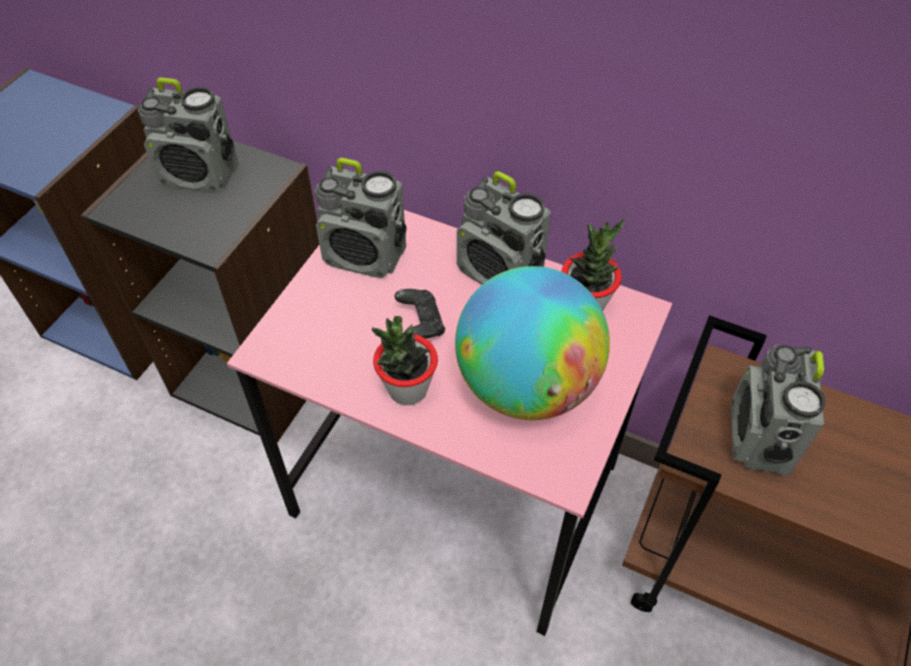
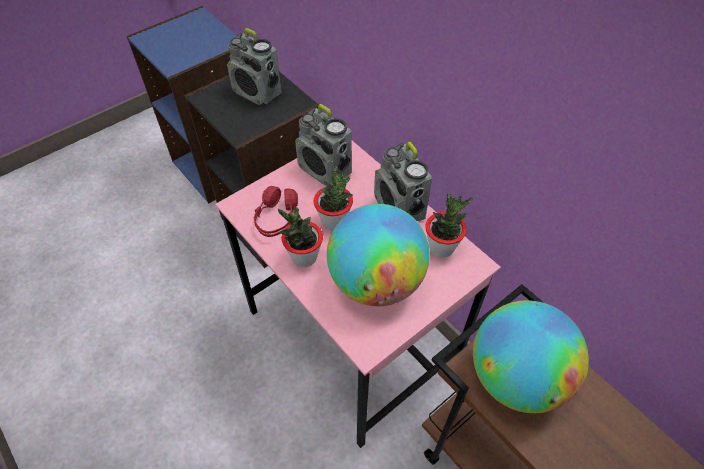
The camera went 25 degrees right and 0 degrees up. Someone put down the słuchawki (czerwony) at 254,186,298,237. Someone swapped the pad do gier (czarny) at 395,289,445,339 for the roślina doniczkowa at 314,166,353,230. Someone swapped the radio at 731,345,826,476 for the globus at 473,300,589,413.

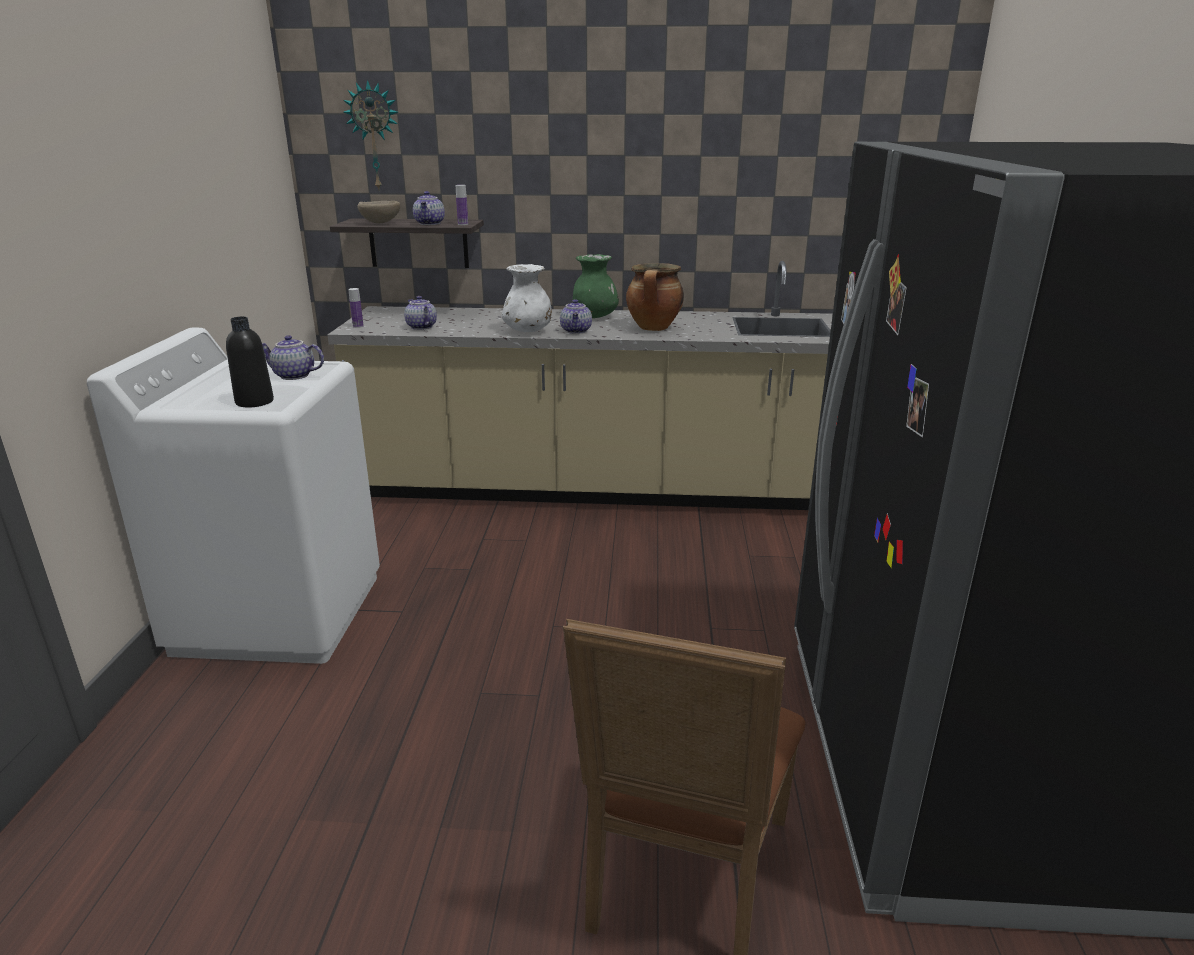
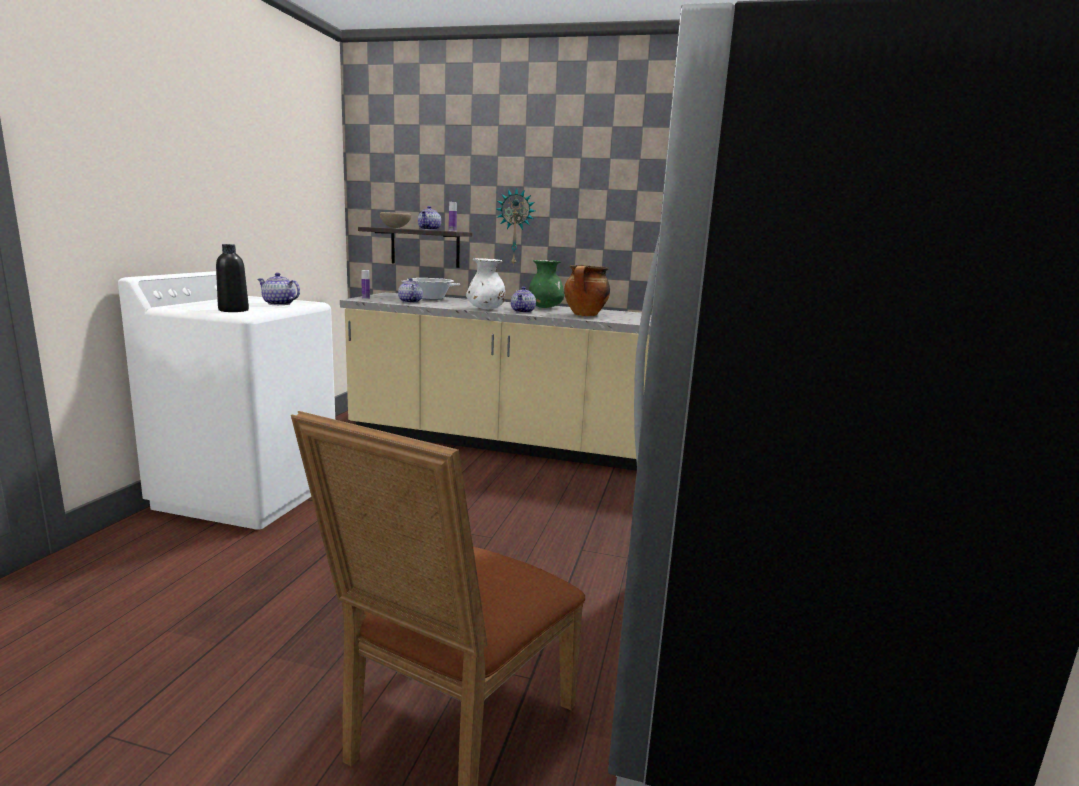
The camera went 10 degrees right and 10 degrees down. Someone put down the garnek at 401,278,460,300. Someone carried the zegar ścienny from 343,80,398,189 to 496,188,535,266.

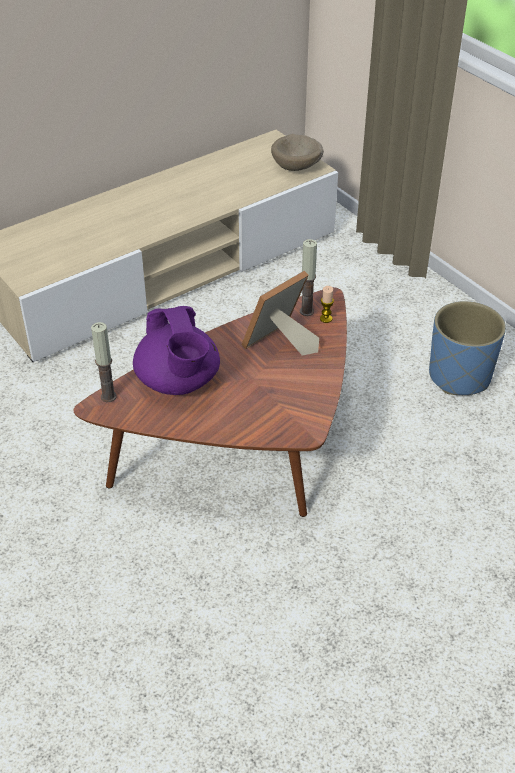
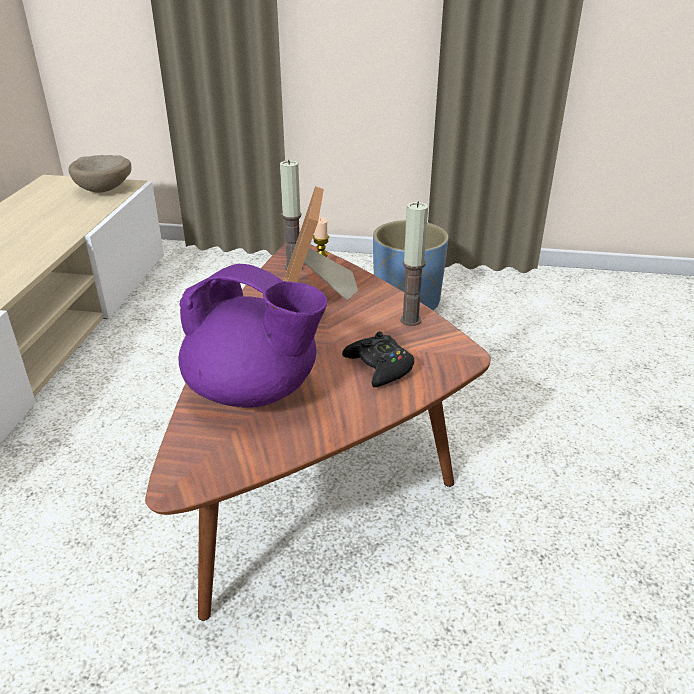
The camera went 45 degrees left and 10 degrees down. Someone put down the pad do gier (czarny) at 342,331,414,387. Someone carried the świeca from 91,322,117,402 to 400,202,428,326.

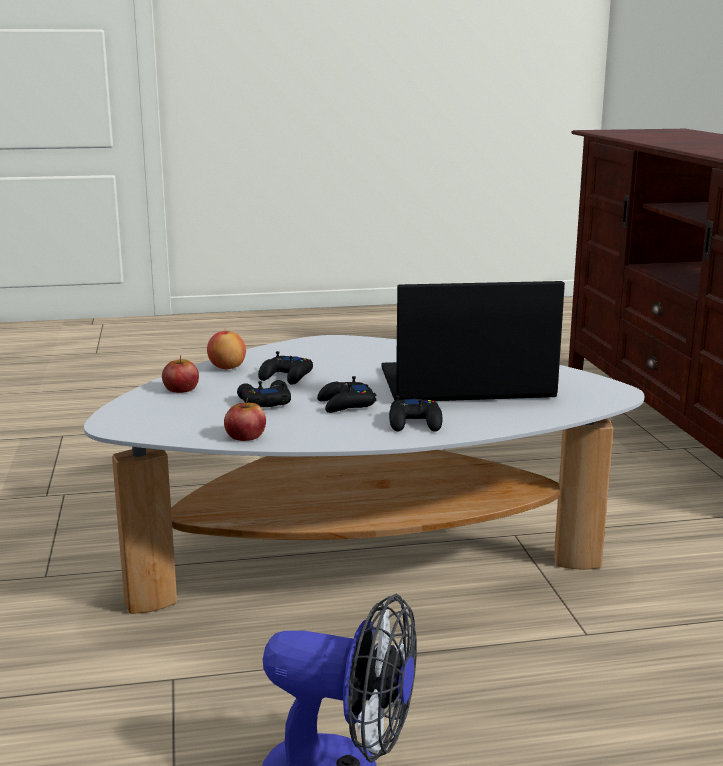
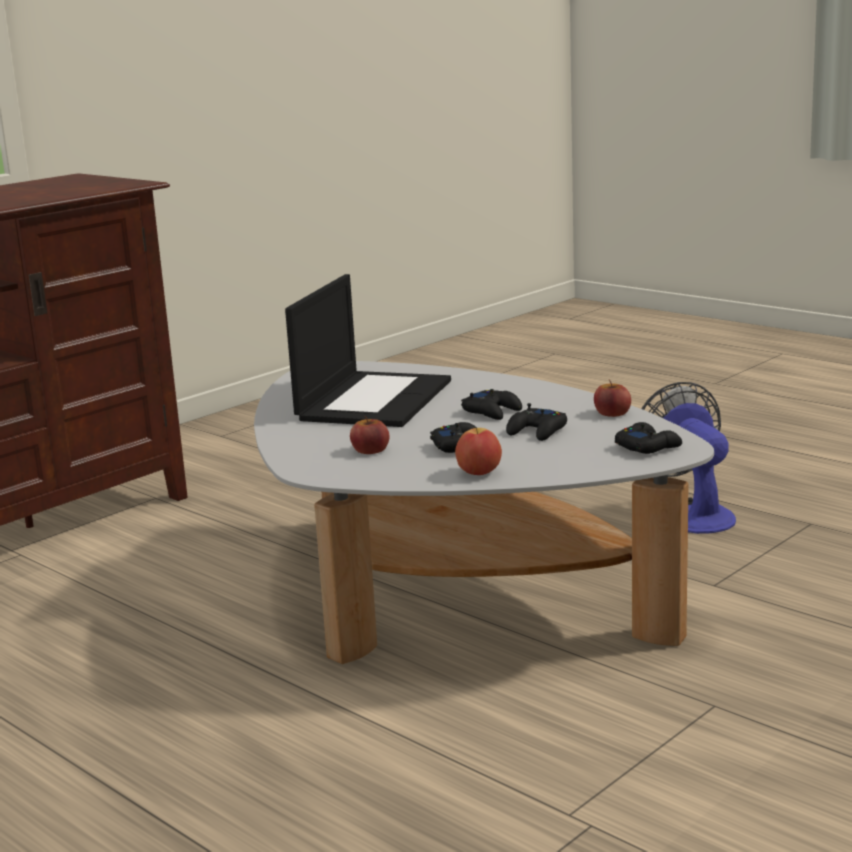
The camera went 125 degrees left and 0 degrees up. Someone rotated the laptop at 382,281,565,401 by 120 degrees counterclockwise. Someone carried the jabłko from 162,355,199,393 to 350,416,389,454. Someone carried the pad do gier (czarny) from 389,395,442,432 to 615,422,682,454.

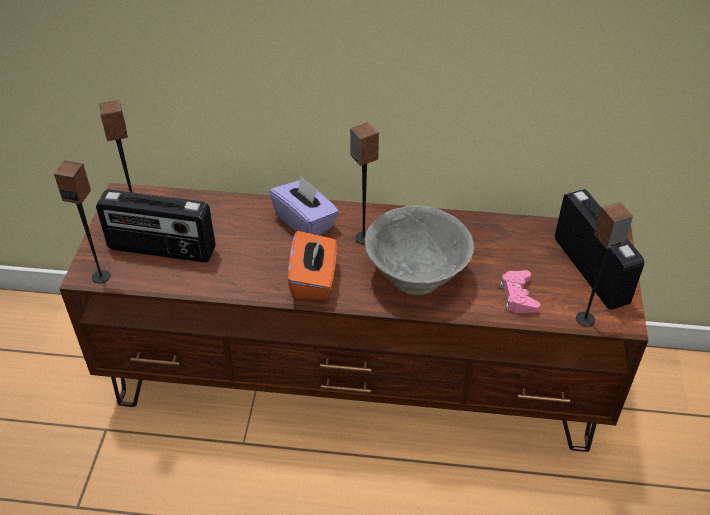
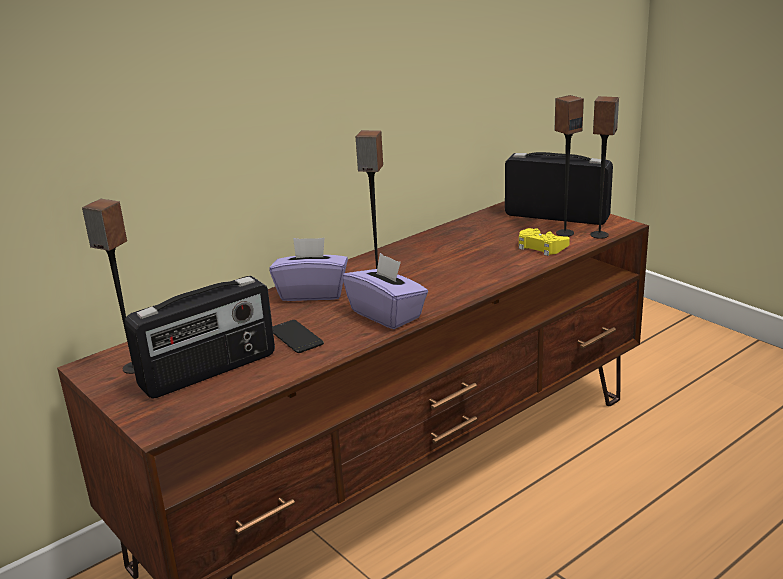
The camera went 45 degrees left and 20 degrees down. Someone put down the telefon at 272,320,324,353. Someone repainted the pudełko chusteczek (pomarańczowy) at 288,231,337,300, which became the pudełko chusteczek (fioletowy) at 342,253,428,329. Someone repainted the pad do gier (różowy) at 500,270,540,313, which became the pad do gier (żółty) at 519,228,570,256. Someone carried the głośnik from 54,160,111,283 to 555,95,584,237. Someone took away the miska (szary) at 365,205,474,295.

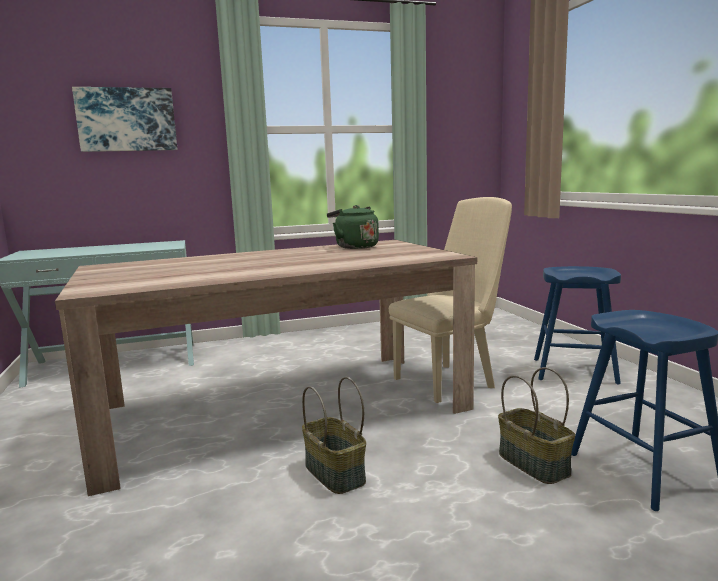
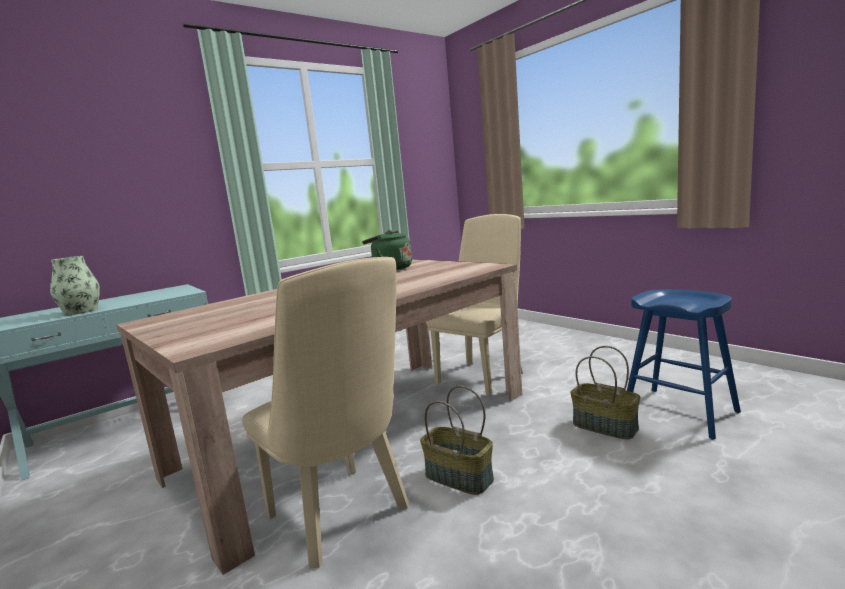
The camera went 20 degrees left and 0 degrees up. Someone put down the wazon at 50,256,100,315. Someone put down the krzesło (beżowy) at 242,257,409,568. Someone took away the obraz at 72,87,177,152. Someone took away the stołek (niebieski) at 534,266,621,384.

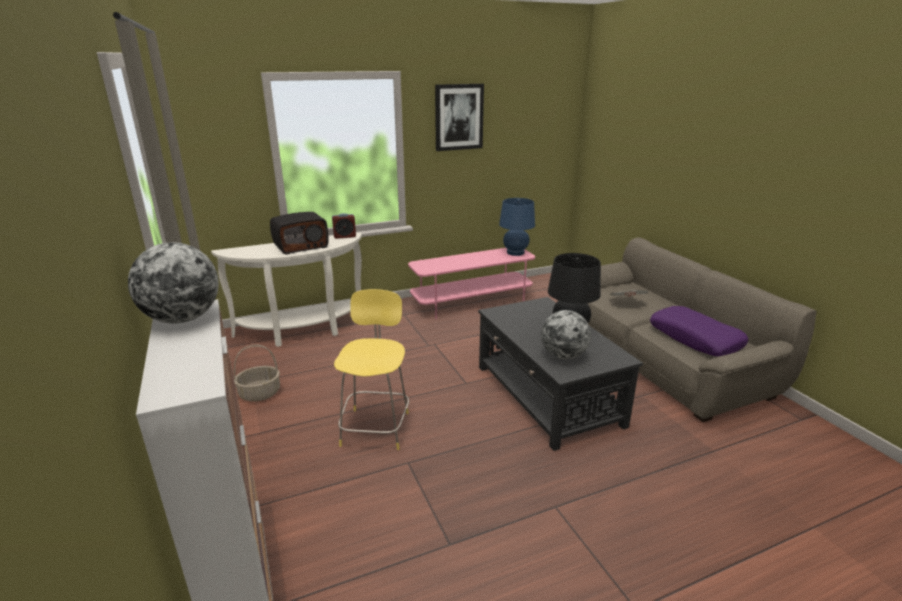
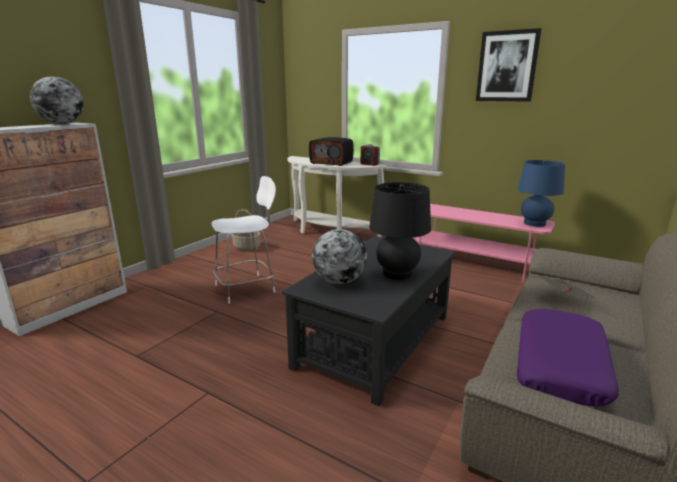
The camera went 55 degrees right and 5 degrees down. Someone repainted the stołek (żółty) at 334,289,409,450, which became the stołek (biały) at 212,176,276,304.

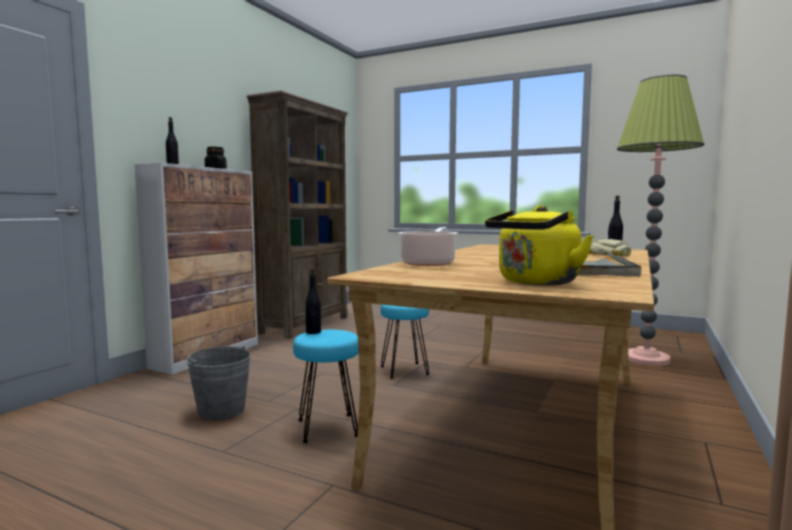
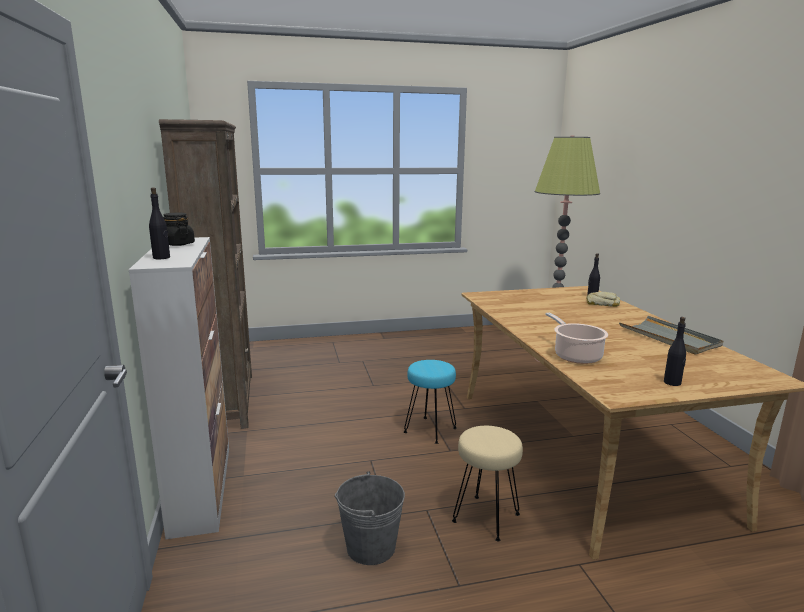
The camera went 40 degrees left and 10 degrees up. Someone repainted the stołek (turkusowy) at 293,330,359,443, which became the stołek (beżowy) at 452,426,523,541. Someone carried the butelka (czarny) from 305,268,321,334 to 664,317,686,386. Someone took away the czajnik (żółty) at 485,205,593,285.

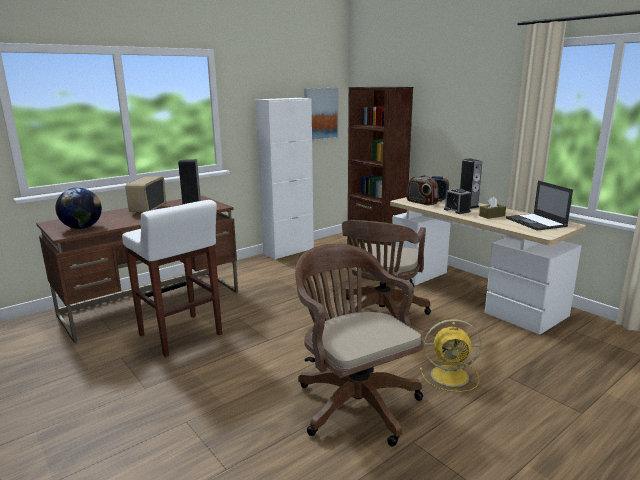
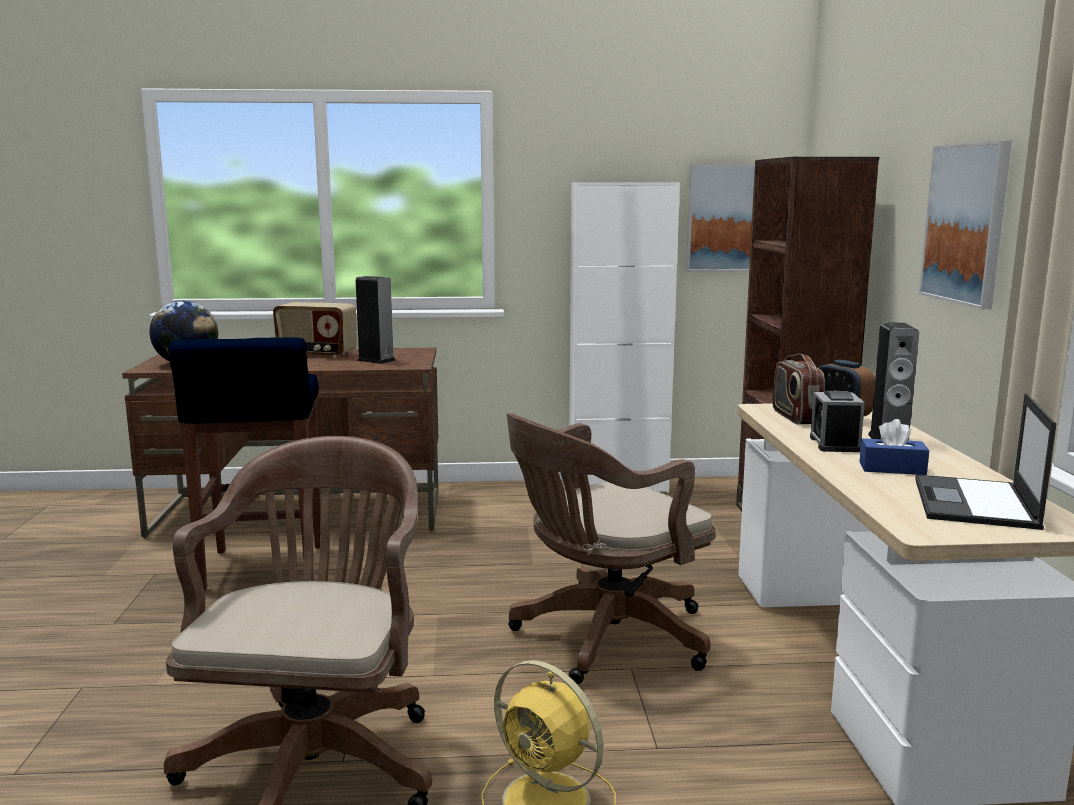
The camera went 35 degrees right and 5 degrees down. Someone repainted the stołek (biały) at 122,200,222,357, which became the stołek (niebieski) at 168,337,321,591. Someone rotated the radio at 125,176,166,213 by 120 degrees counterclockwise. Someone repainted the pudełko chusteczek (brązowy) at 479,197,506,219, which became the pudełko chusteczek (niebieski) at 860,419,929,475. Someone put up the obraz at 919,141,1012,309.

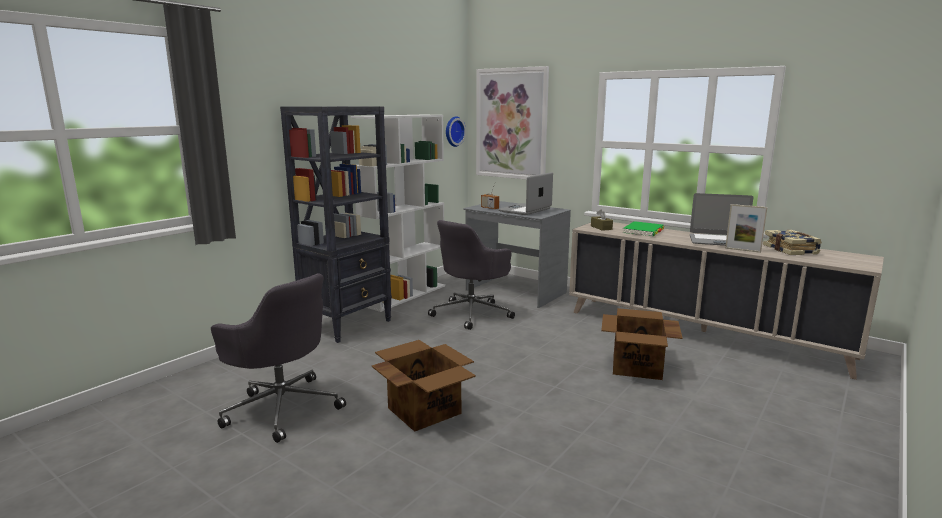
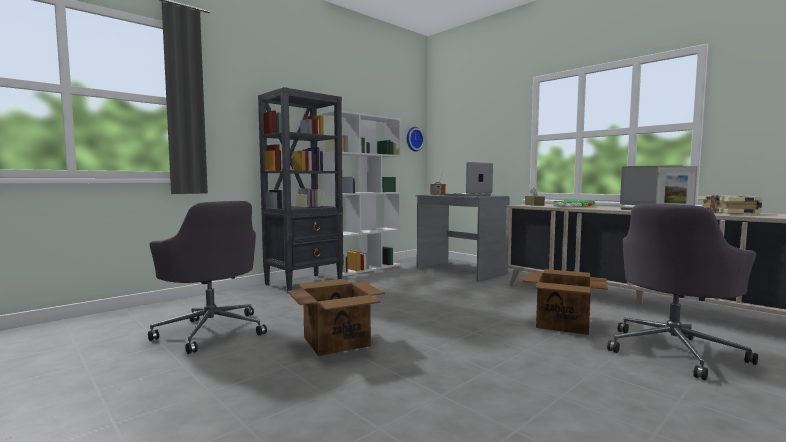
The camera went 10 degrees right and 10 degrees down. Someone carried the krzesło biurowe (szary) from 428,220,515,330 to 607,204,758,380. Someone took away the obraz at 476,66,549,180.

